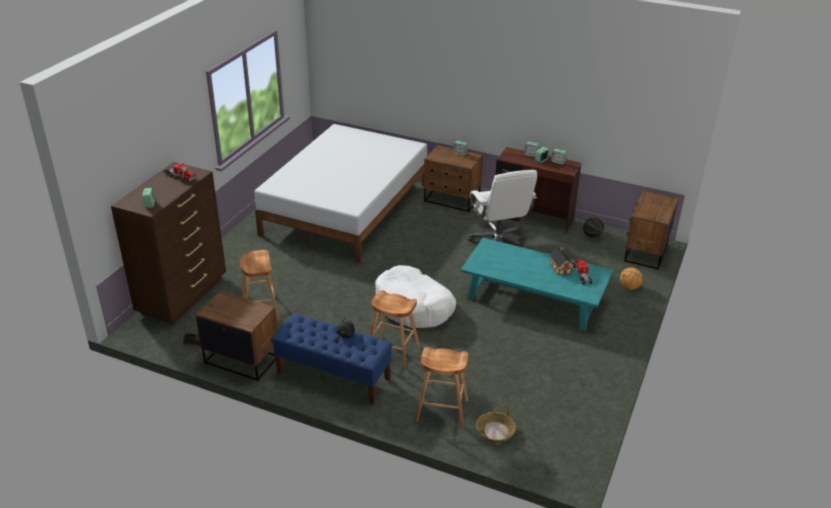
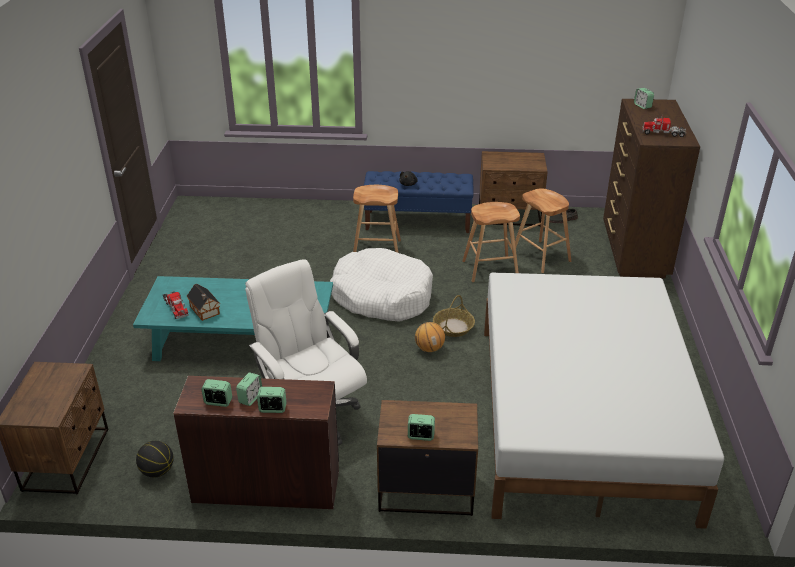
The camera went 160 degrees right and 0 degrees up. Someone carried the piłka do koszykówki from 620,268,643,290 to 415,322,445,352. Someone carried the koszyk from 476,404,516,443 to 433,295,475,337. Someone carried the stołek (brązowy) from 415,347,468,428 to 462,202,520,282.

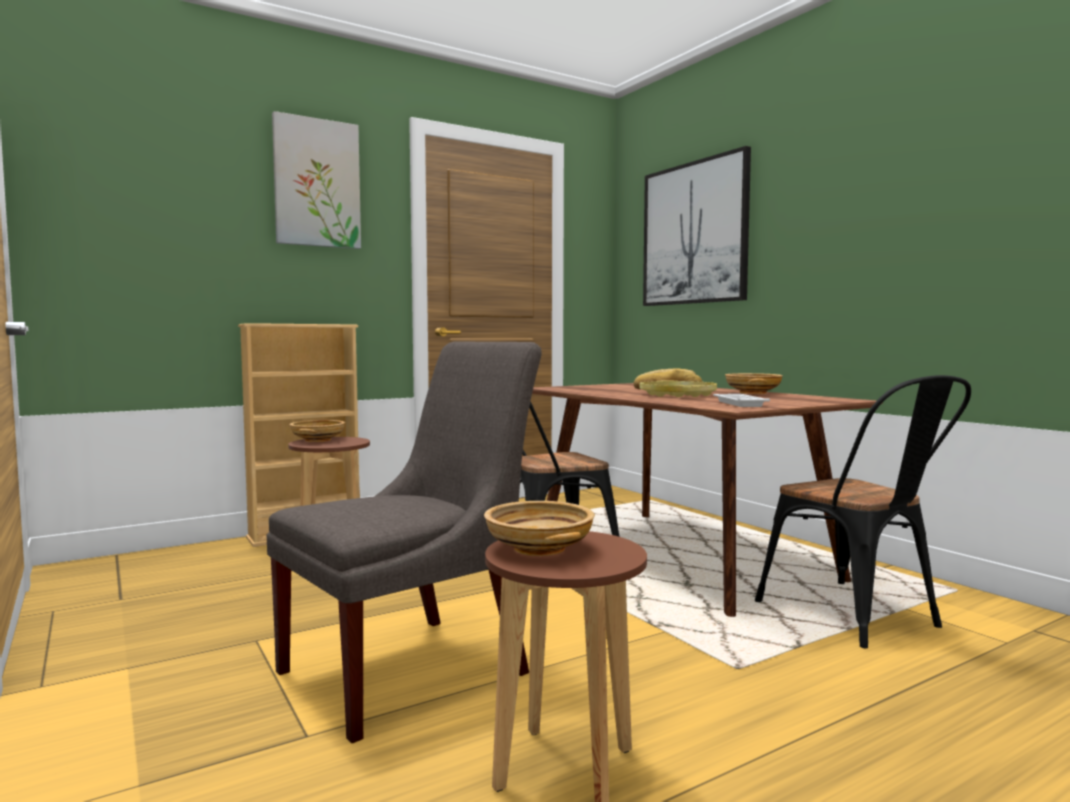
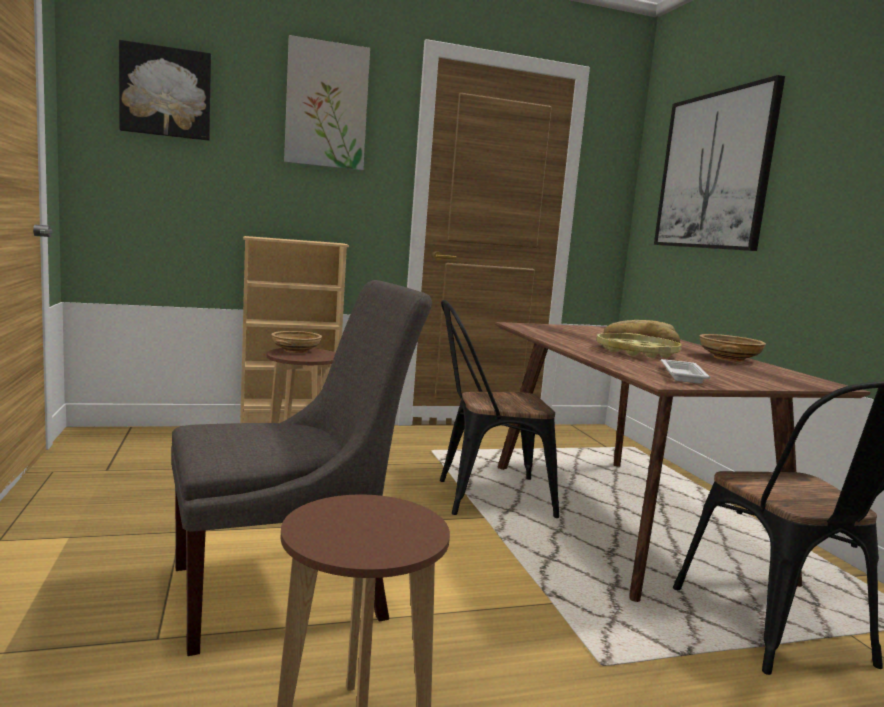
The camera went 15 degrees right and 5 degrees up. Someone put up the obraz at 119,40,211,141. Someone took away the miska (beżowy) at 484,501,595,556.

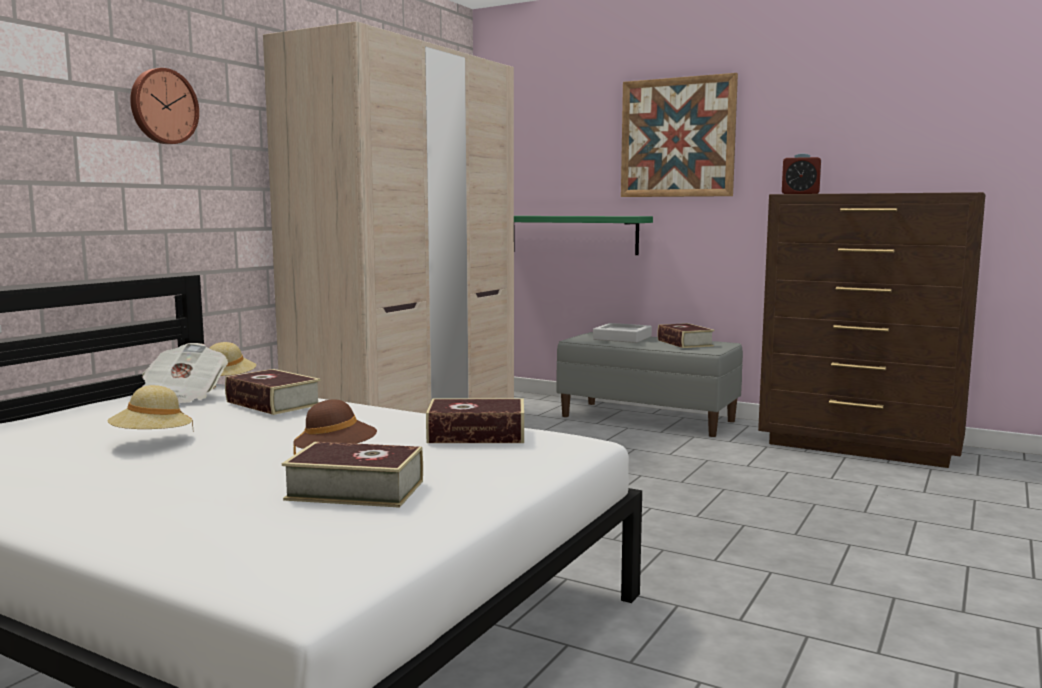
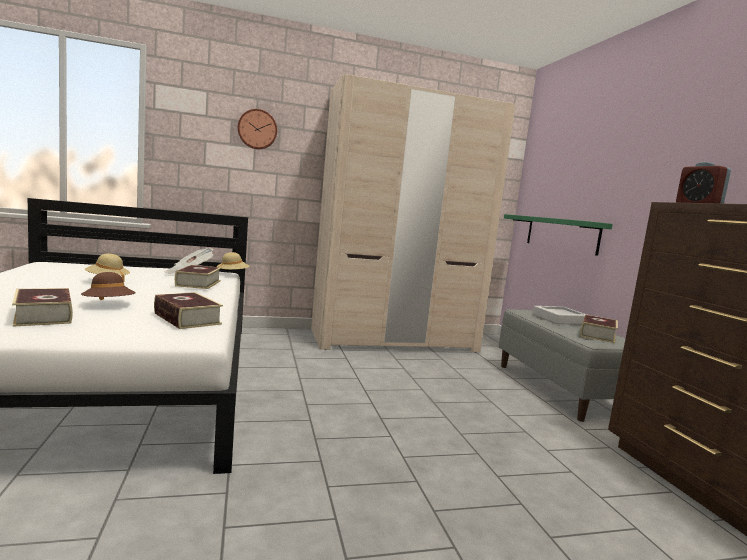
The camera went 45 degrees right and 0 degrees up. Someone took away the obraz at 621,73,738,197.

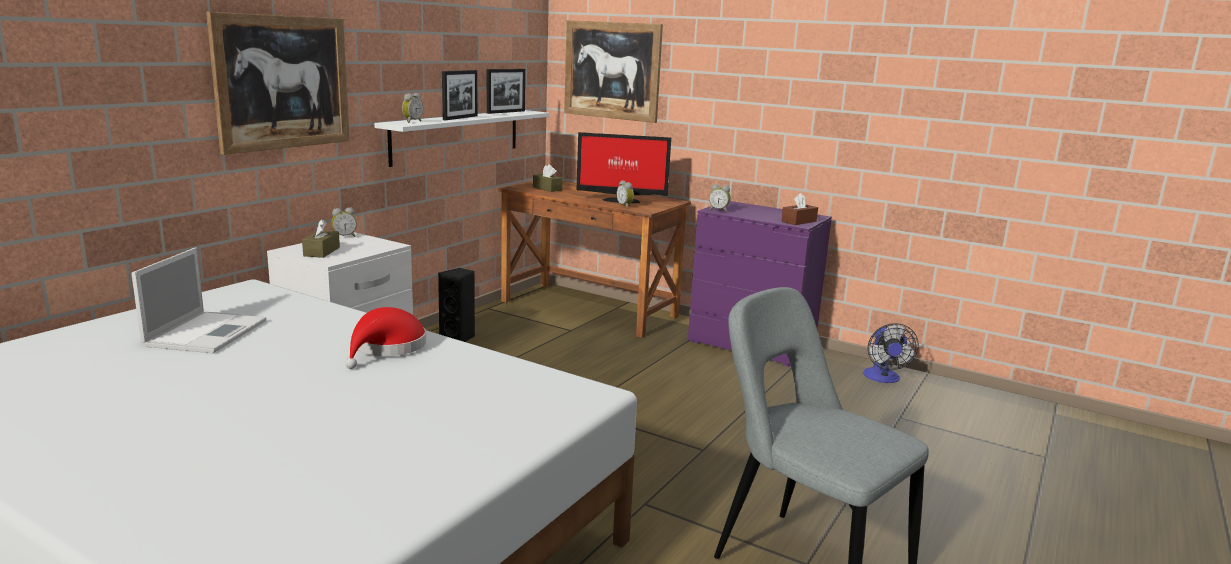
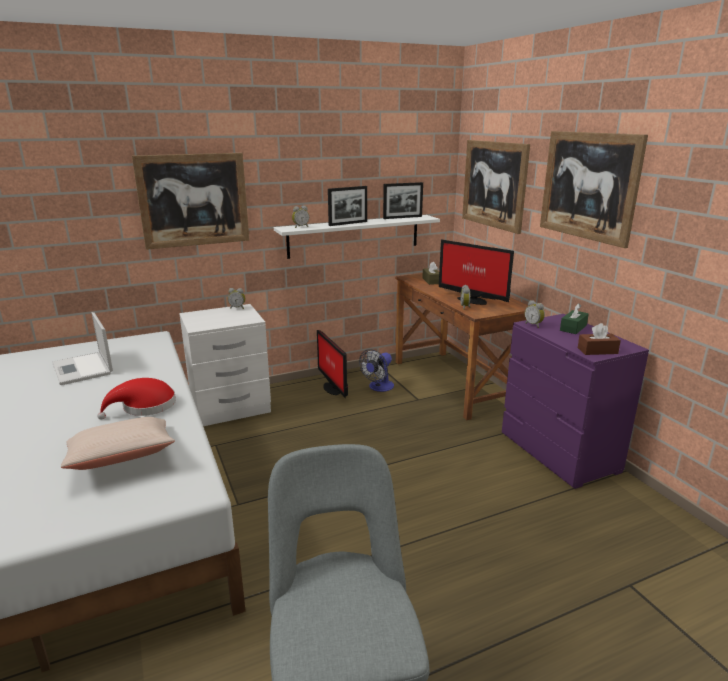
The camera went 35 degrees right and 5 degrees up. Someone rotated the laptop at 131,248,266,353 by 105 degrees clockwise. Someone put down the poduszka (beżowy) at 61,417,175,470. Someone swapped the głośnik (czarny) at 438,268,475,342 for the monitor at 317,330,348,399. Someone carried the wentylator from 863,323,919,383 to 359,349,394,392. Someone put up the obraz at 540,131,648,248. Someone put down the pudełko chusteczek (zielony) at 560,303,589,334. Someone took away the pudełko chusteczek (brązowy) at 302,219,340,258.

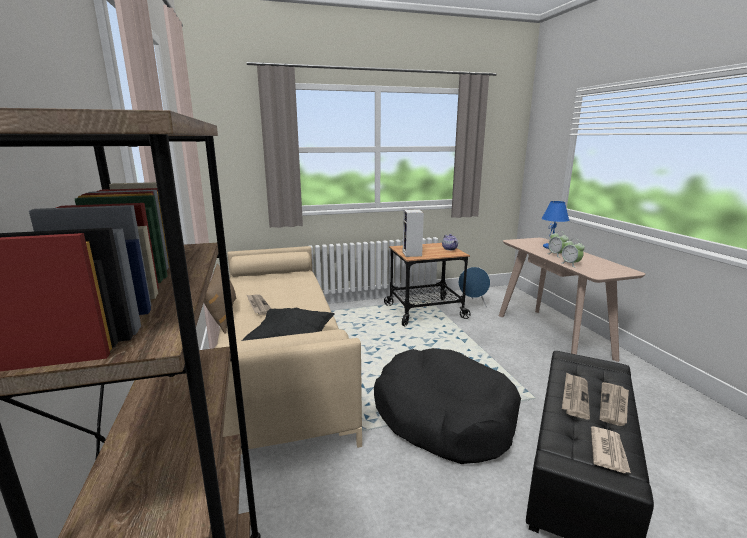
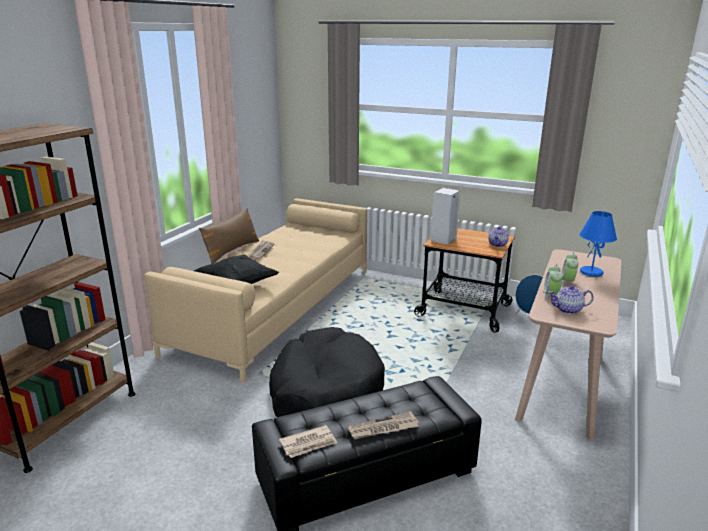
The camera went 40 degrees right and 5 degrees up. Someone put down the imbryk at 548,285,594,314. Someone took away the gazeta at 562,372,590,419.

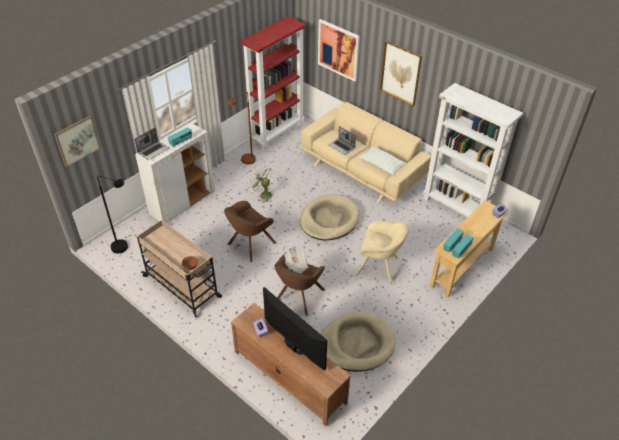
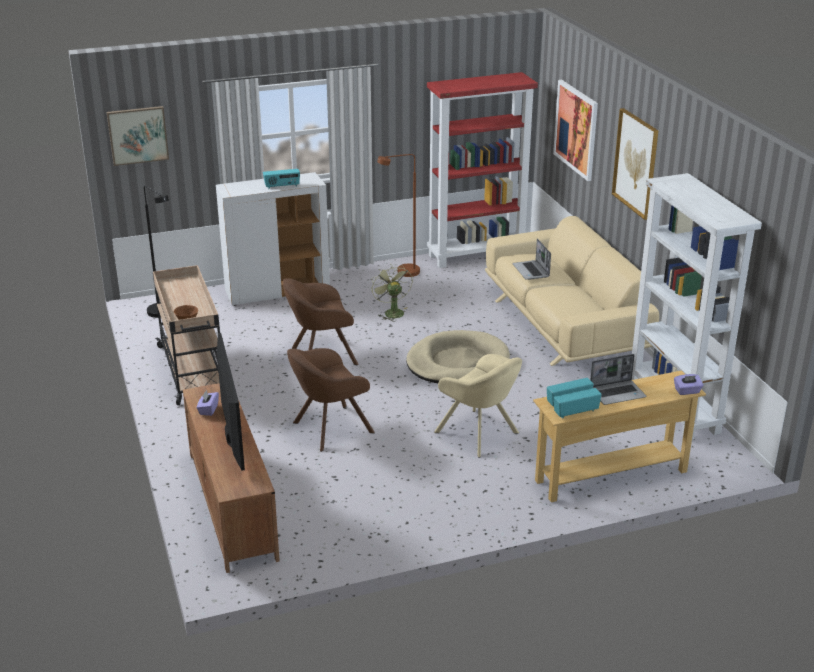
The camera went 30 degrees right and 15 degrees down. Someone carried the laptop from 135,128,169,160 to 590,354,646,405. Someone took away the gazeta at 284,247,308,274. Someone took away the legowisko (beżowy) at 321,313,395,372. Someone took away the poduszka at 359,146,407,175.

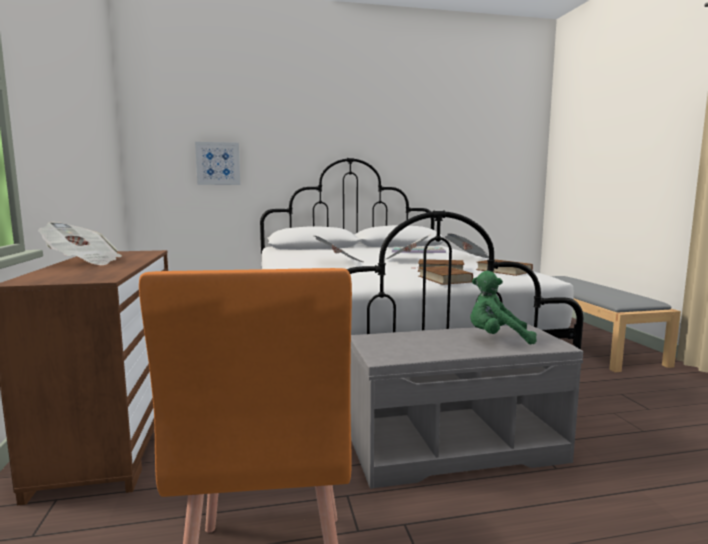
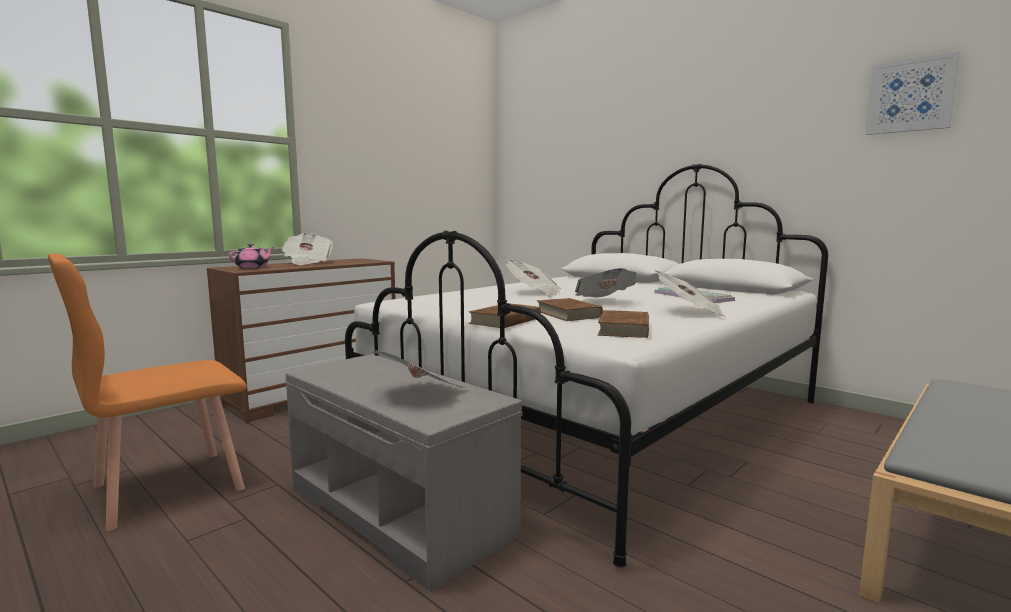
The camera went 55 degrees right and 0 degrees up. Someone put down the imbryk (różowy) at 229,243,274,268. Someone swapped the pluszak (zielony) at 470,271,537,345 for the gazeta at 372,350,465,388. Someone carried the obraz from 195,142,240,185 to 866,51,960,135.

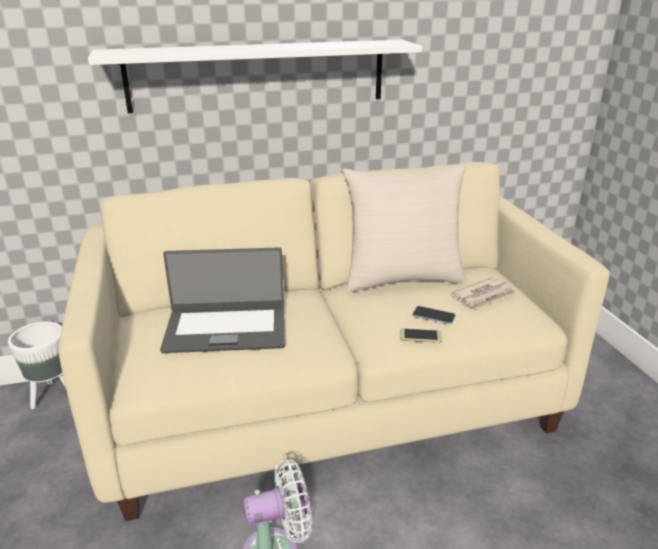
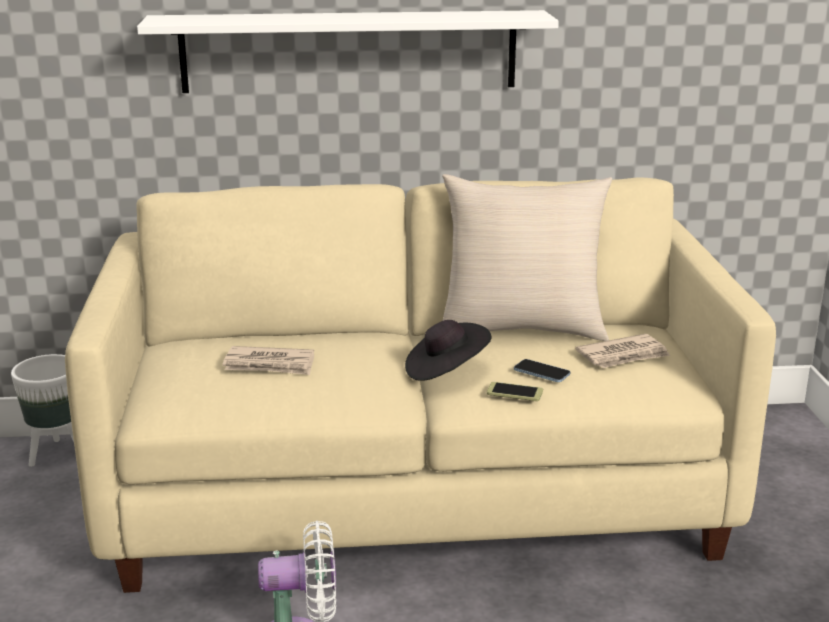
The camera went 10 degrees right and 5 degrees down. Someone swapped the laptop at 160,247,285,353 for the gazeta at 222,346,314,375. Someone put down the kapelusz (czarny) at 405,320,492,381.

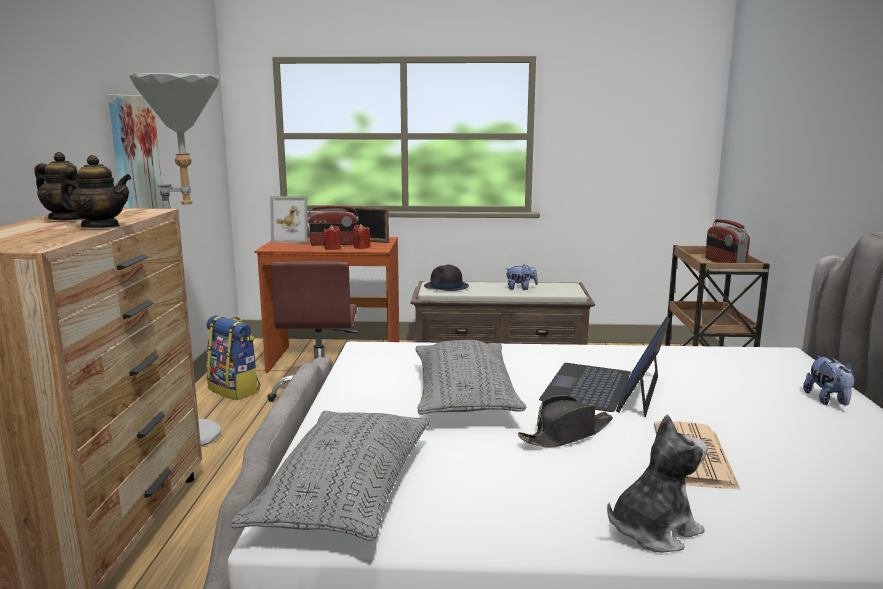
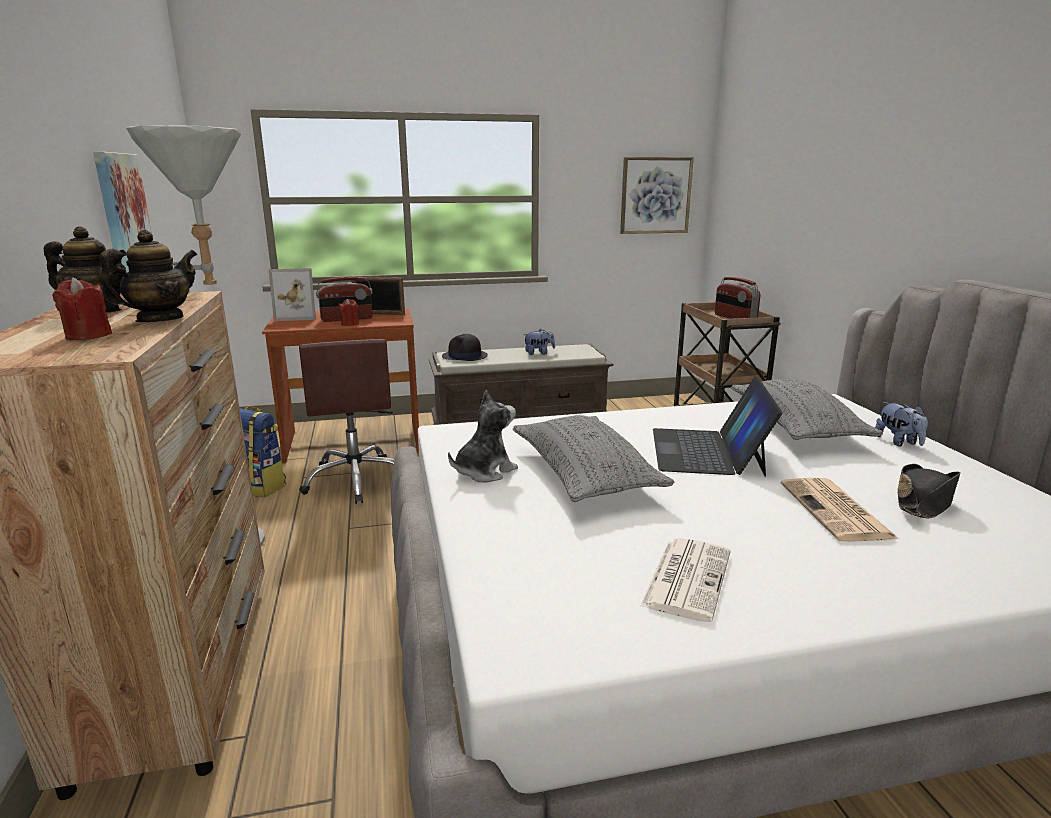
The camera went 15 degrees left and 5 degrees up. Someone carried the świeca (czerwony) from 352,224,371,249 to 52,277,112,340. Someone rotated the imbryk at 60,155,132,228 by 45 degrees counterclockwise. Someone carried the pluszak from 607,415,708,553 to 448,390,518,482. Someone put up the obraz at 620,157,694,234. Someone put down the gazeta at 640,538,730,622. Someone carried the poduszka (szary) from 231,411,430,541 to 731,378,883,440. Someone carried the kapelusz (czarny) from 518,395,613,448 to 898,464,961,519.

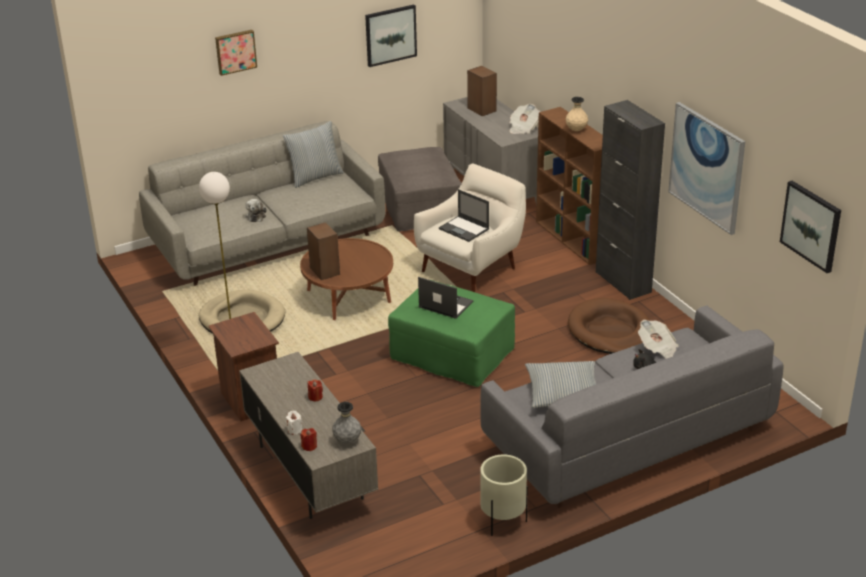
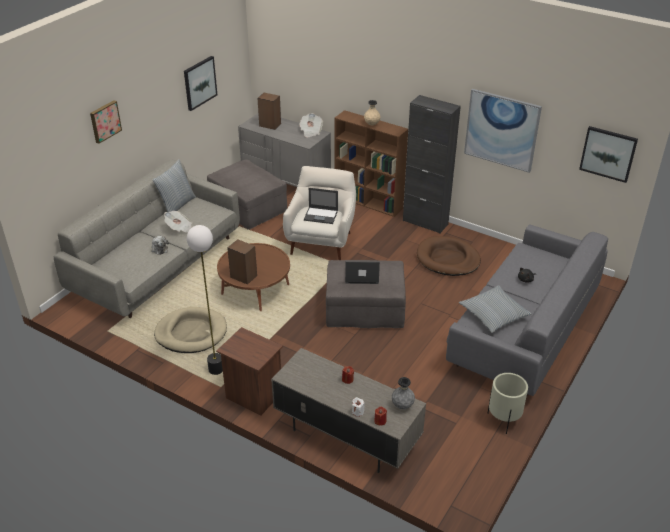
The camera went 30 degrees left and 5 degrees up. Someone carried the gazeta from 638,320,679,359 to 164,211,192,233. Someone repainted the pufa (zielony) at 388,280,515,387, which became the pufa (szary) at 326,260,406,328.

